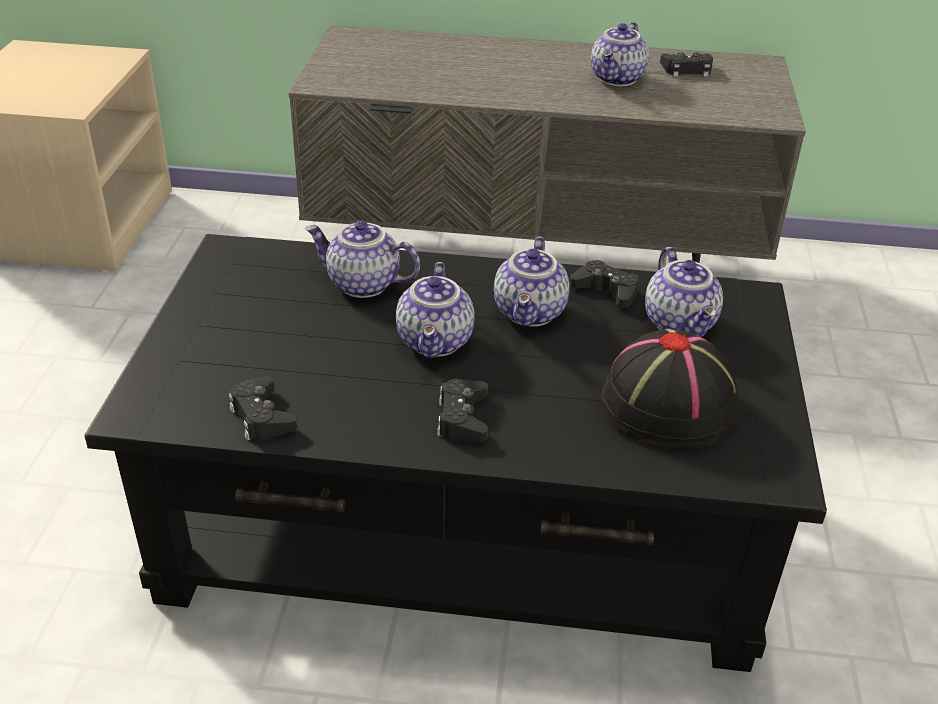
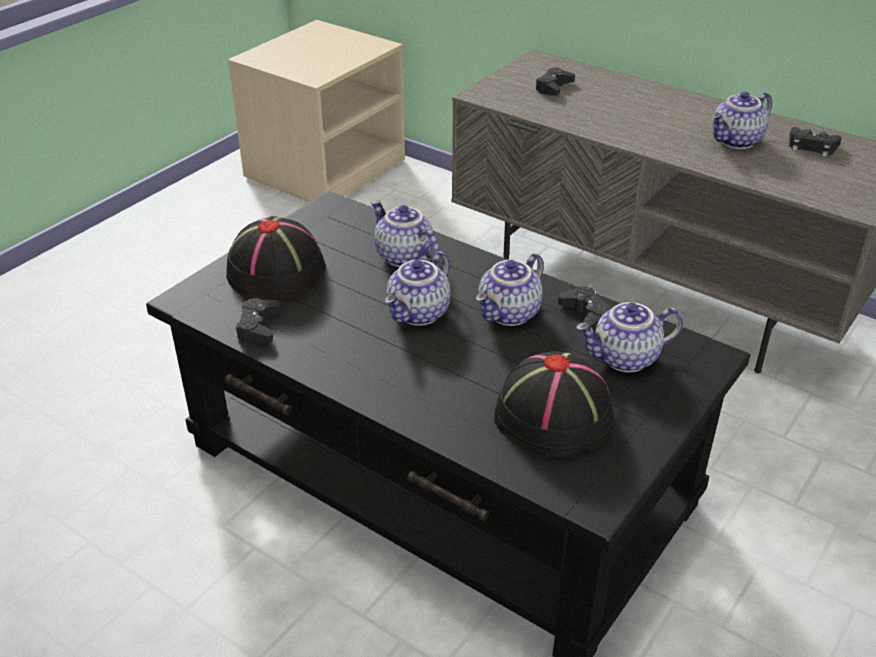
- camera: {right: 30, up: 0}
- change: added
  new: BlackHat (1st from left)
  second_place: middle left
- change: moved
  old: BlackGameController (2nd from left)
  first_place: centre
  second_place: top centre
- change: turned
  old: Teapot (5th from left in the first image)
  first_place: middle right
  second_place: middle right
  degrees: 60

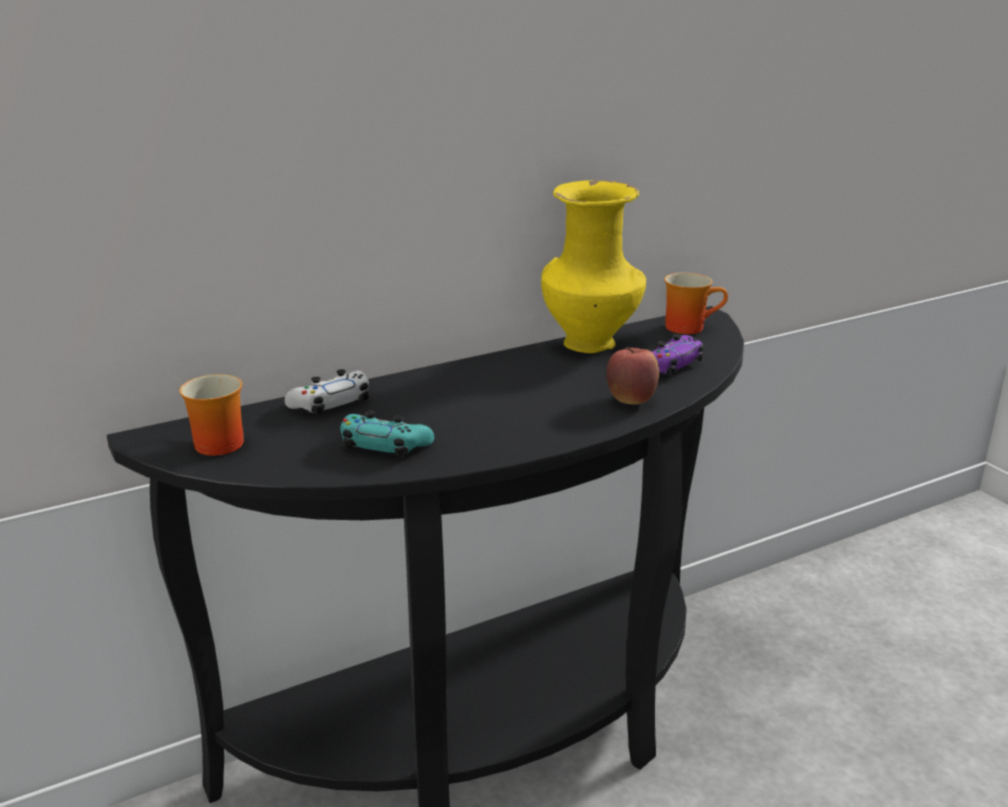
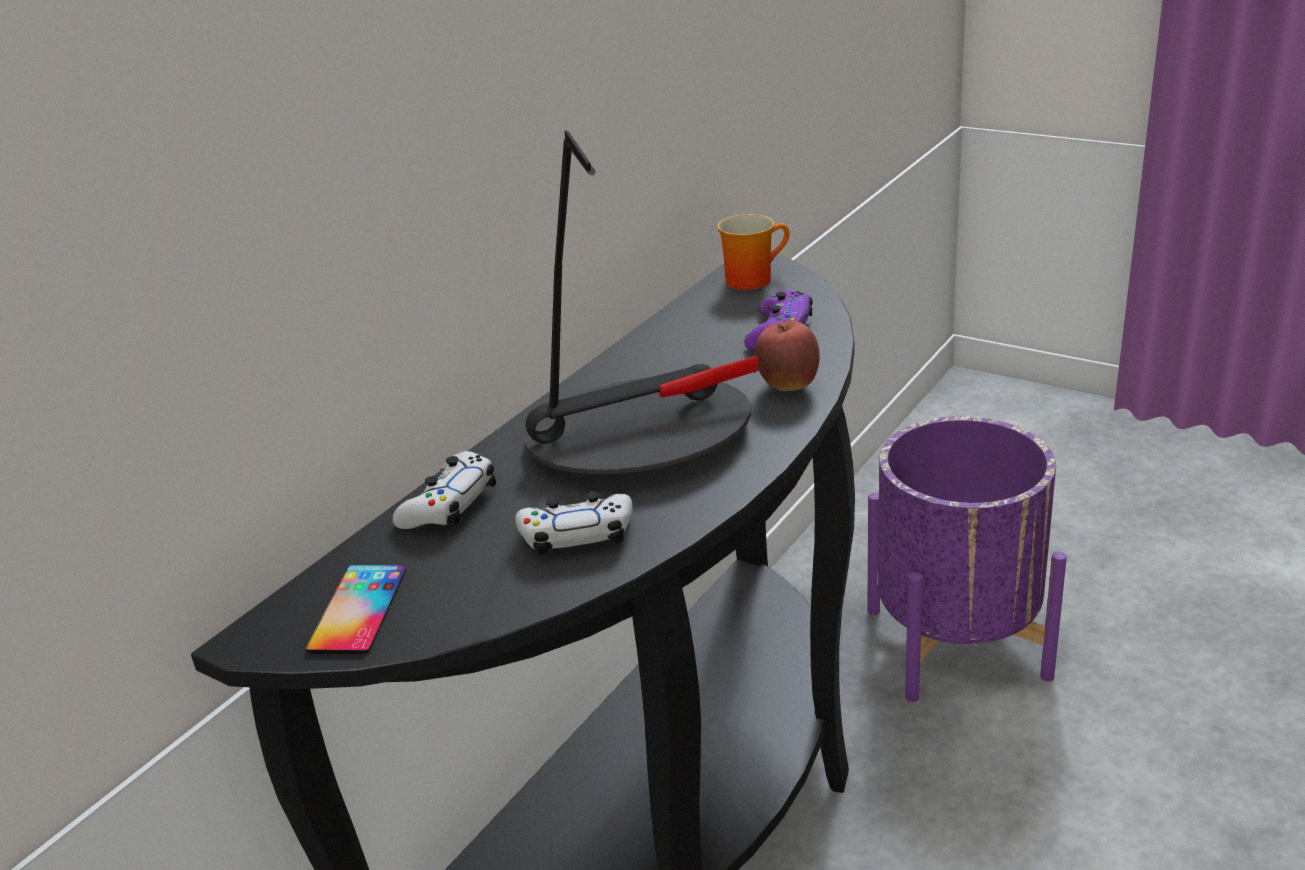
- camera: {right: -25, up: 5}
- change: replaced
  old: Mug (1st from left)
  new: Phone
  first_place: middle left
  second_place: bottom left
- change: recoloured
  old: TurquoiseGameController
  new: WhiteGameController (2nd from left)
  first_place: centre
  second_place: centre
- change: added
  new: TableLamp
  second_place: centre
- change: added
  new: PurplePlanter
  second_place: middle right
- change: removed
  old: YellowVase
  first_place: top centre

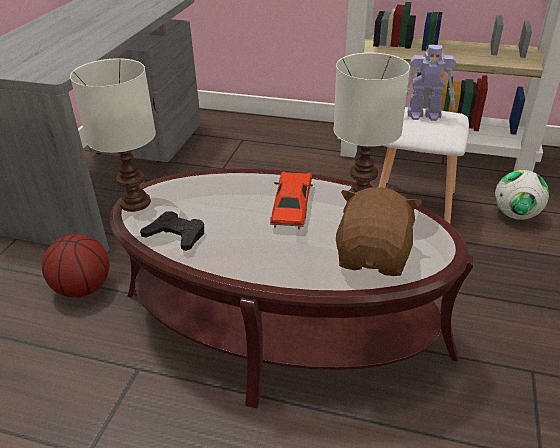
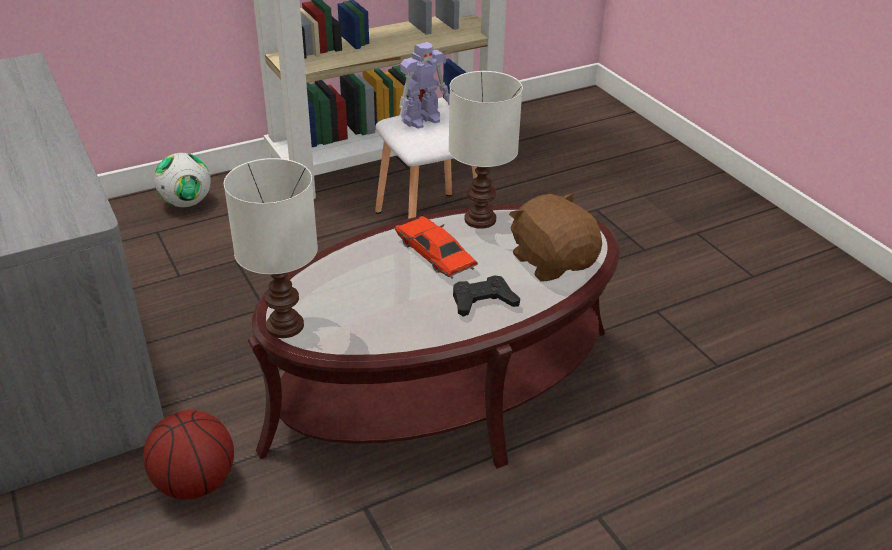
- camera: {right: -45, up: 0}
- change: moved
  old: Football
  first_place: middle right
  second_place: top left
- change: moved
  old: BlackGameController
  first_place: middle left
  second_place: centre

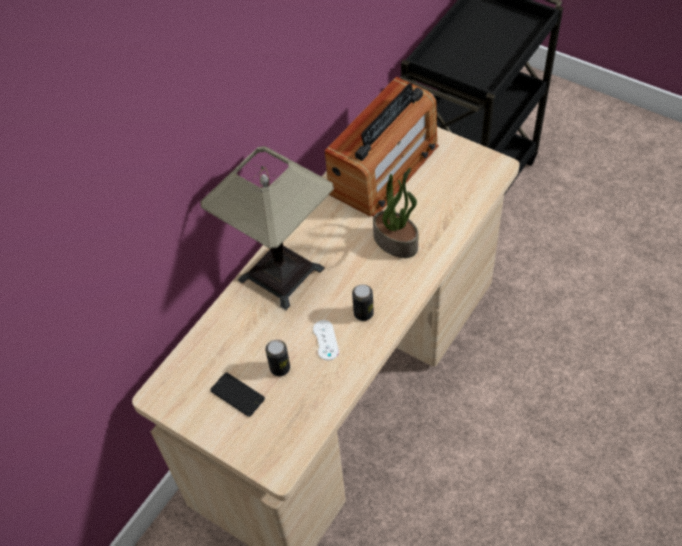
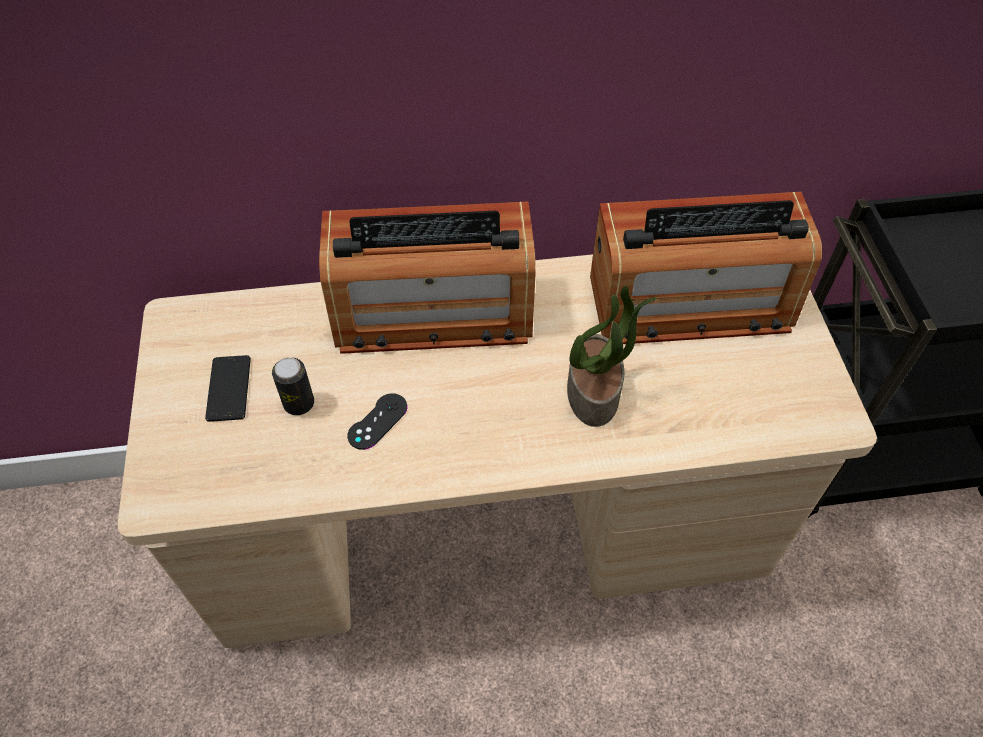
- camera: {right: 45, up: 0}
- change: replaced
  old: TableLamp
  new: Radio (1st from left)
  first_place: centre
  second_place: centre
- change: recoloured
  old: WhiteGameController
  new: BlackGameController
  first_place: centre
  second_place: centre
- change: removed
  old: Can (2nd from left)
  first_place: centre

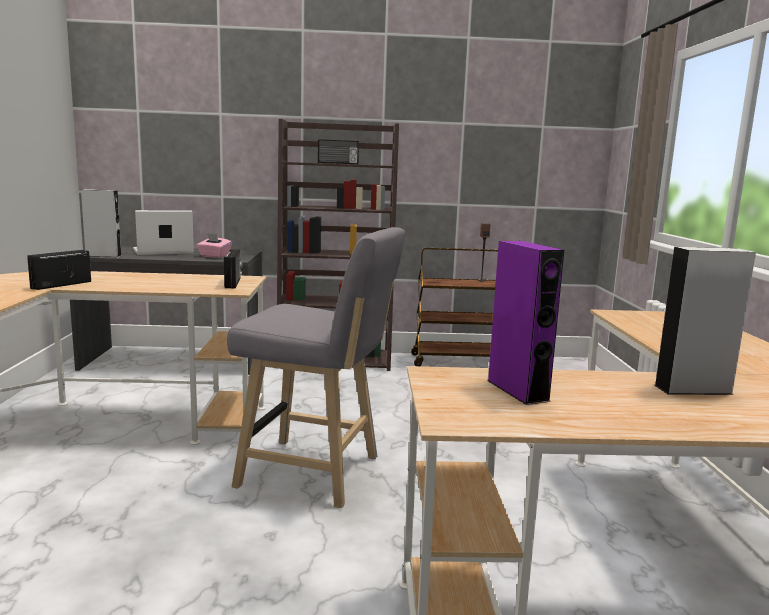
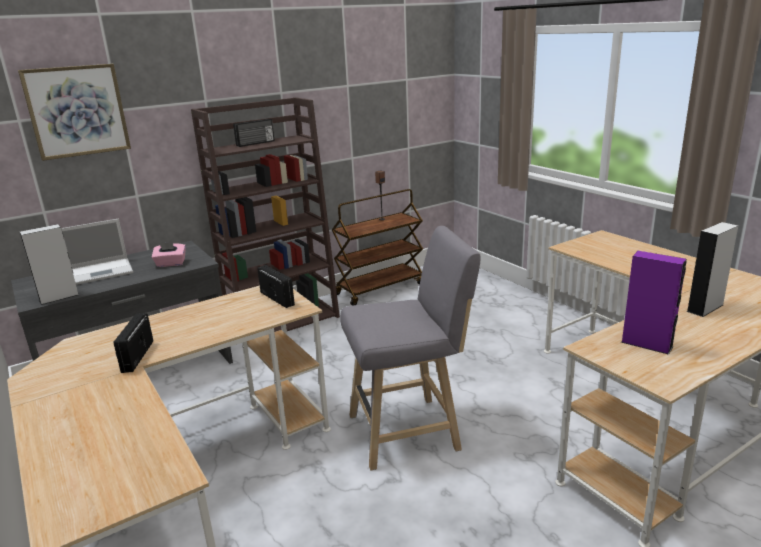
- camera: {right: -30, up: 10}
- change: added
  new: Picture
  second_place: top left
- change: turned
  old: Laptop
  first_place: middle left
  second_place: middle left
  degrees: -150

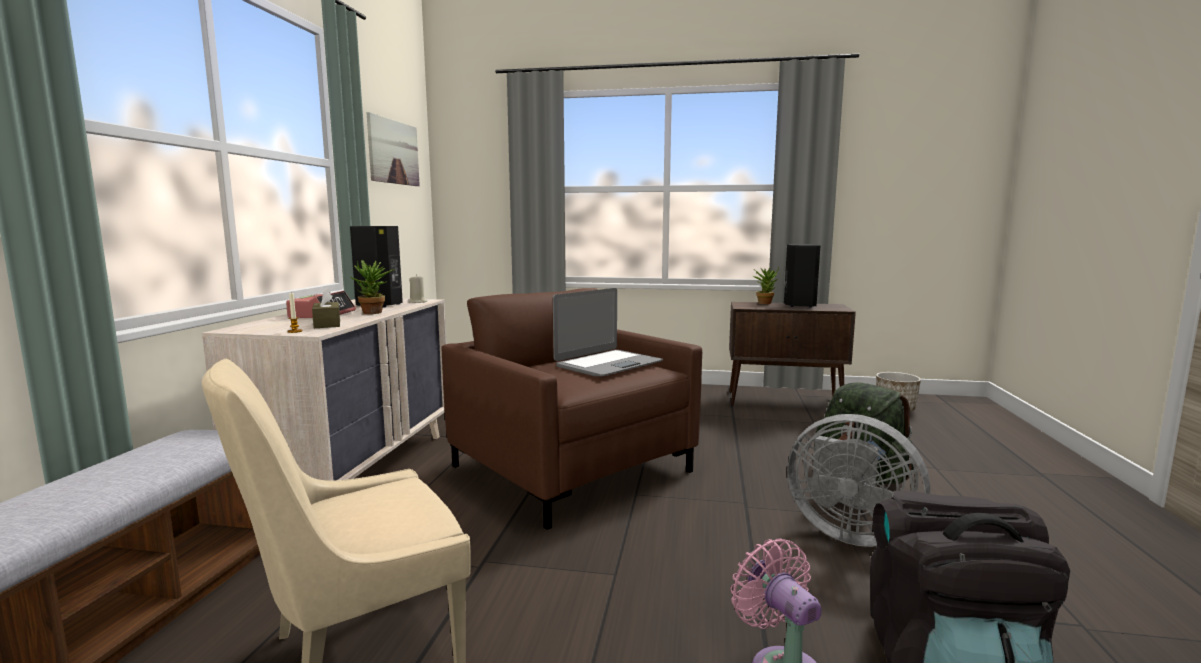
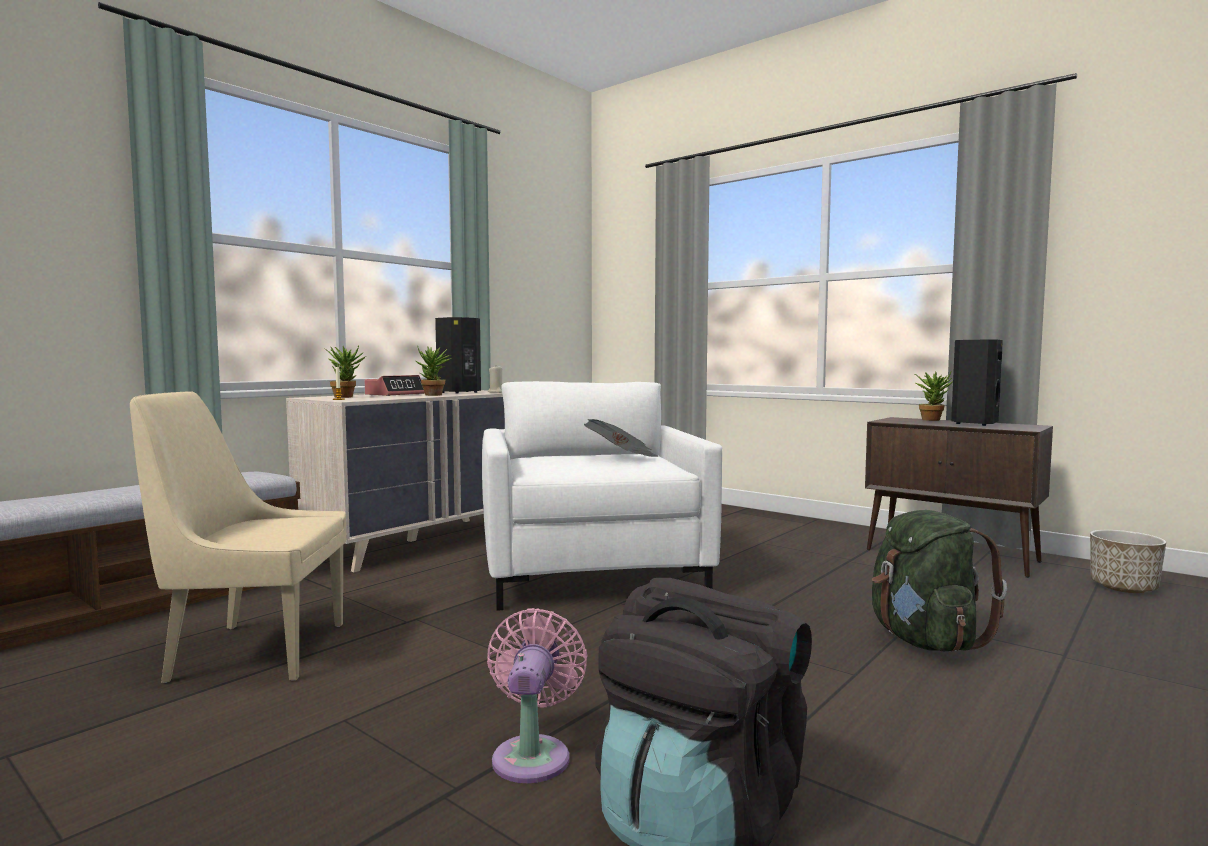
- camera: {right: 30, up: -5}
- change: added
  new: PottedPlant (1st from left)
  second_place: middle left
- change: recoloured
  old: BrownArmchair
  new: WhiteArmchair
  first_place: centre
  second_place: centre
- change: replaced
  old: Laptop
  new: Newspaper
  first_place: centre
  second_place: centre
- change: removed
  old: BrownTissueBox
  first_place: middle left
- change: removed
  old: Picture
  first_place: top left
- change: removed
  old: GreyFan
  first_place: bottom right

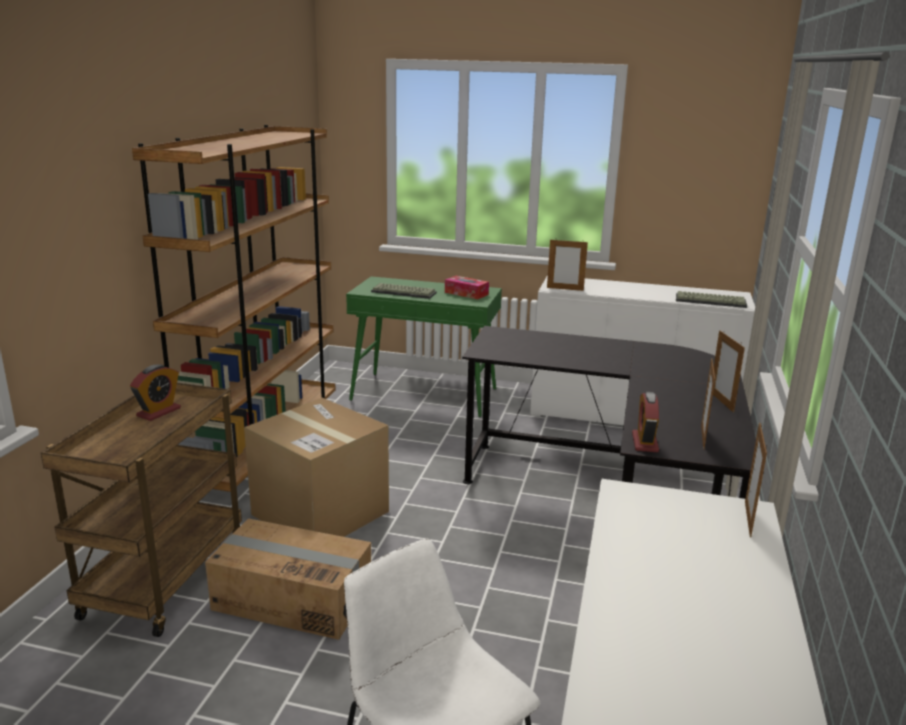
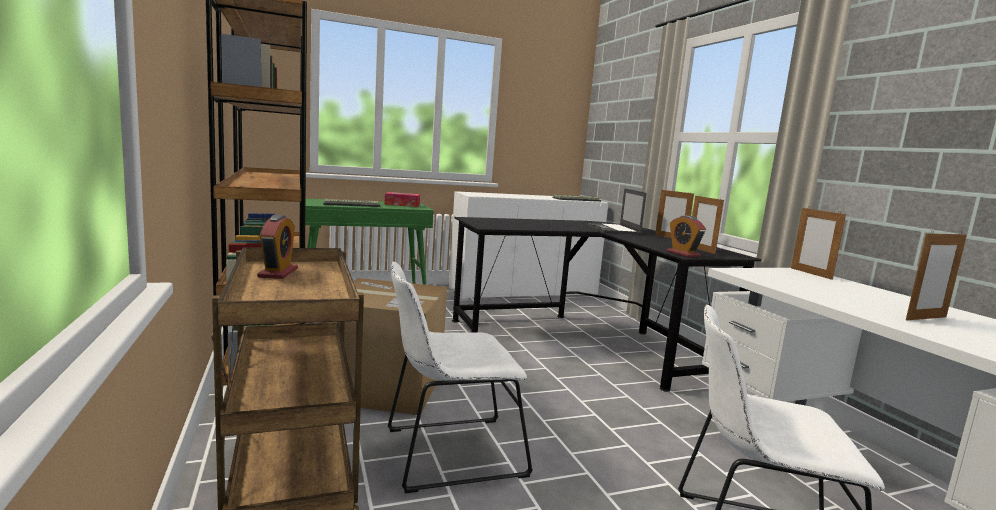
- camera: {right: -35, up: -10}
- change: replaced
  old: CardboardBox (1st from left)
  new: WhiteChair (1st from left)
  first_place: bottom left
  second_place: bottom centre
- change: added
  new: Laptop
  second_place: centre
- change: moved
  old: PictureFrame (1st from left in the first image)
  new: PictureFrame (4th from left)
  first_place: centre
  second_place: middle right

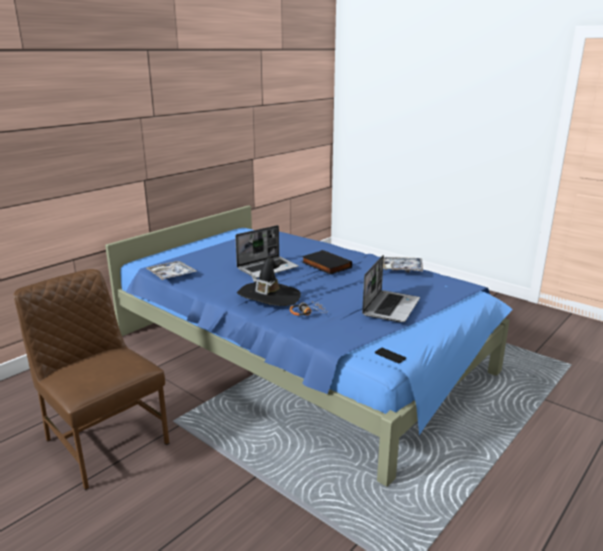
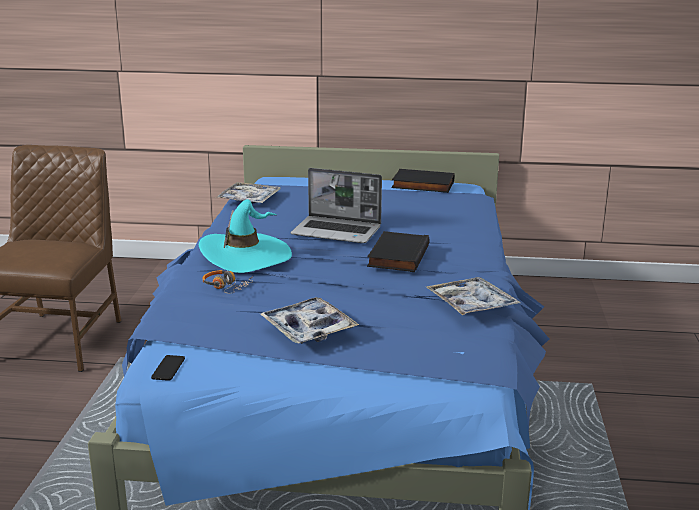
- camera: {right: 55, up: 0}
- change: recoloured
  old: BlackHat
  new: TurquoiseHat
  first_place: centre
  second_place: centre
- change: replaced
  old: Laptop (2nd from left)
  new: Tray (2nd from left)
  first_place: centre
  second_place: centre
- change: added
  new: BlackBook (2nd from left)
  second_place: centre

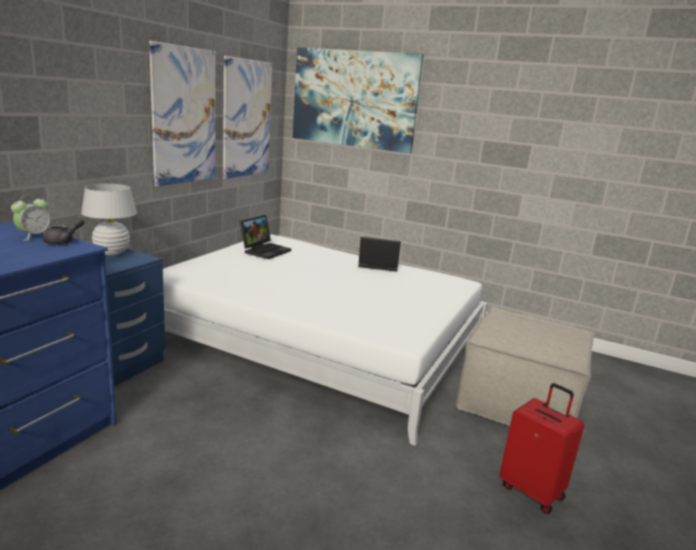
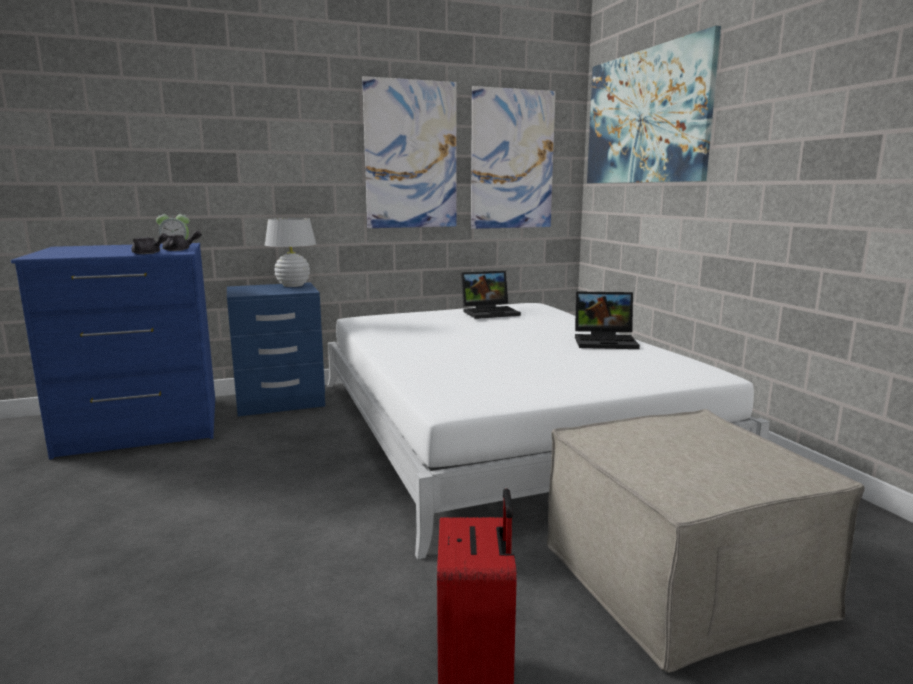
- camera: {right: 45, up: -5}
- change: added
  new: GreyTeapot (1st from left)
  second_place: middle left
- change: turned
  old: Laptop (2nd from left)
  first_place: centre
  second_place: centre
  degrees: 135

